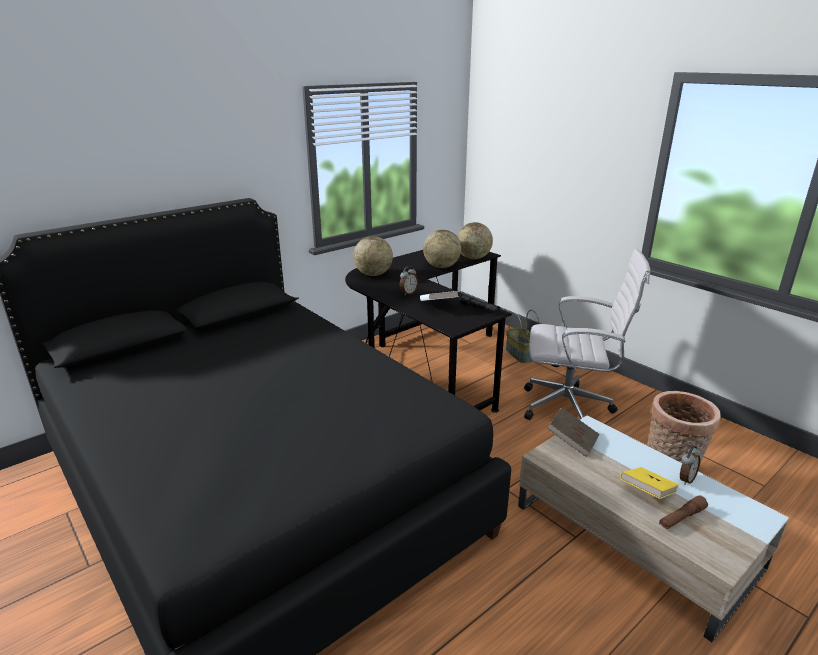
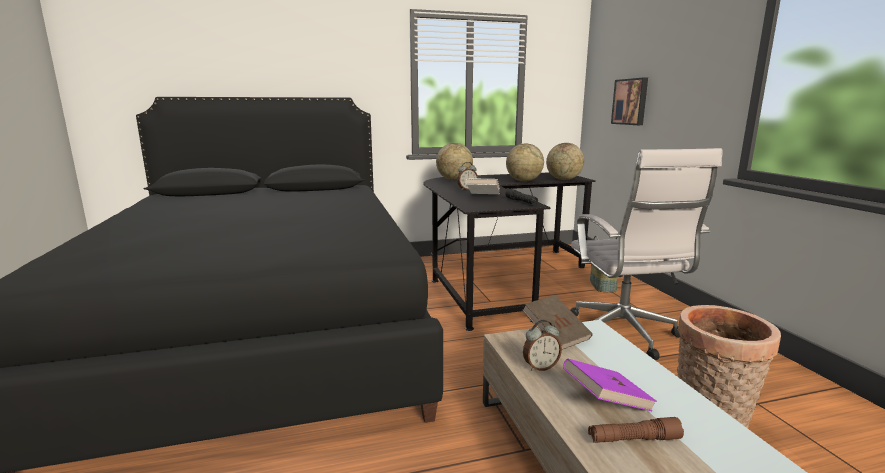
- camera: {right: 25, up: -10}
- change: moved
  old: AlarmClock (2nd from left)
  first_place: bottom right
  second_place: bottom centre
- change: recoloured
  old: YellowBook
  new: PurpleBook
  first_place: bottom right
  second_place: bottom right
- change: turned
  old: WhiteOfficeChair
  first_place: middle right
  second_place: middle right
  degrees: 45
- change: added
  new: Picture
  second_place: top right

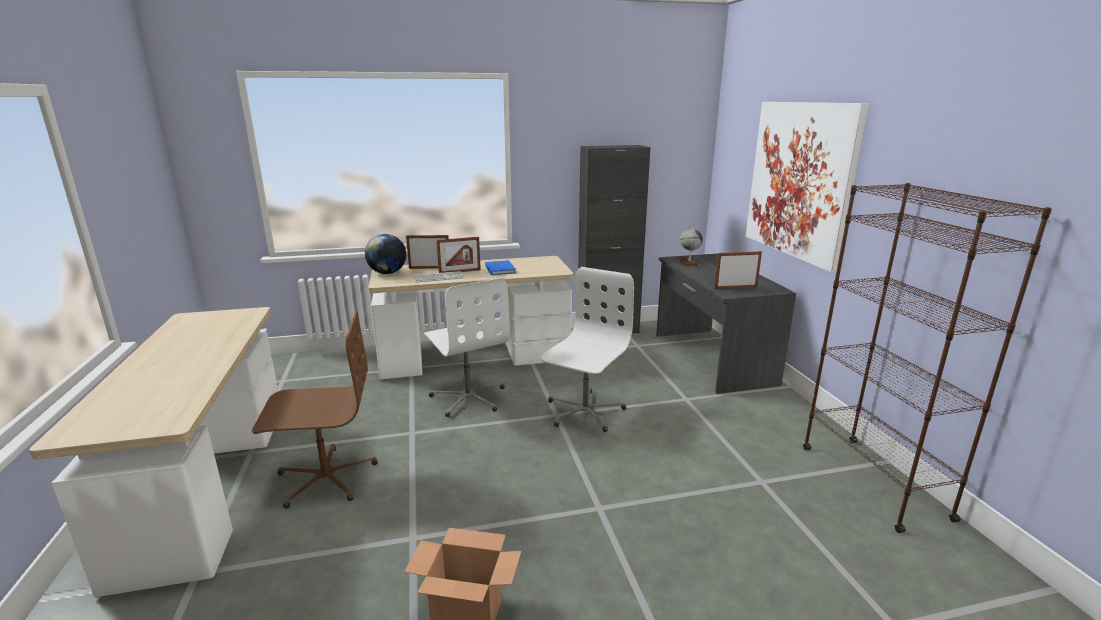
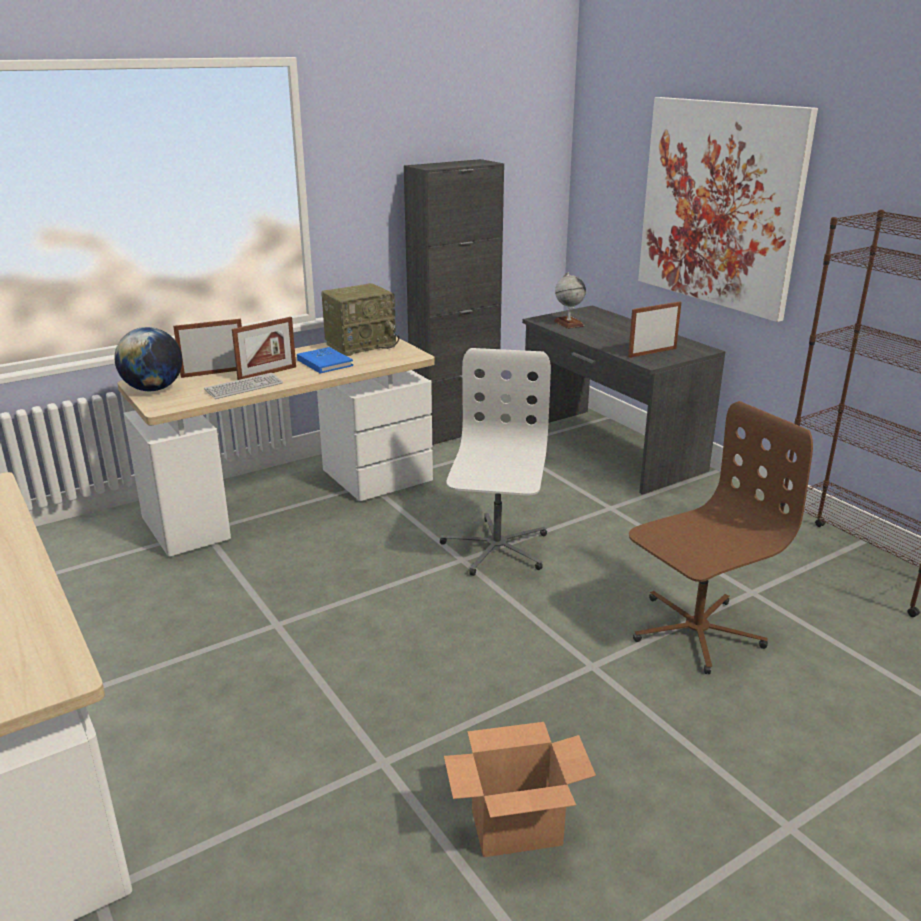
- camera: {right: -20, up: 5}
- change: added
  new: Radio
  second_place: centre
- change: moved
  old: BrownOfficeChair
  first_place: middle left
  second_place: middle right
- change: removed
  old: WhiteOfficeChair (1st from left)
  first_place: centre

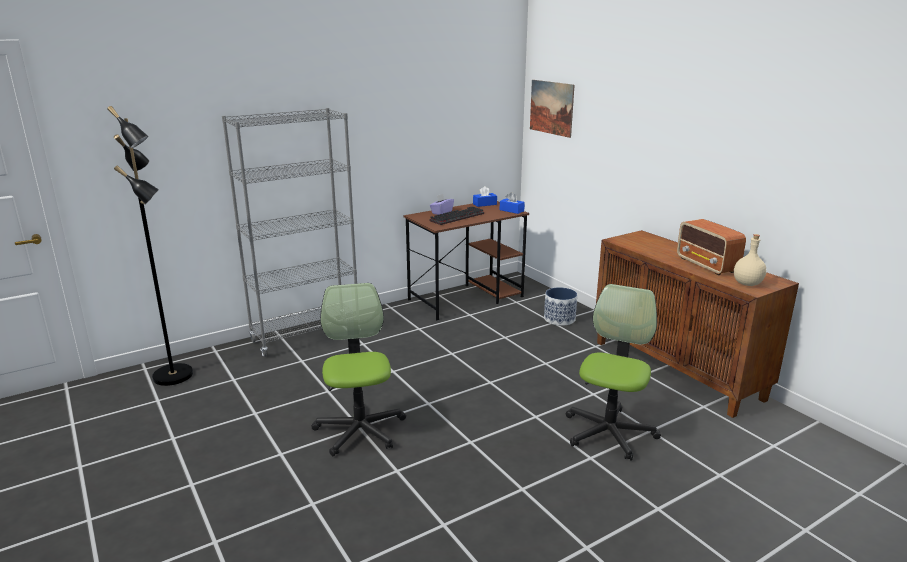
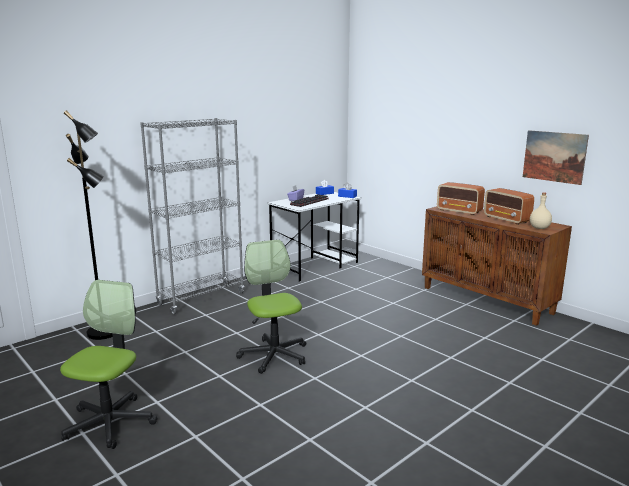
- camera: {right: -10, up: -5}
- change: moved
  old: OfficeChair (2nd from left in the first image)
  new: OfficeChair (1st from left)
  first_place: middle right
  second_place: bottom left
- change: recoloured
  old: BrownDesk
  new: WhiteDesk
  first_place: centre
  second_place: centre
- change: added
  new: Radio (1st from left)
  second_place: middle right
- change: moved
  old: Picture
  first_place: top centre
  second_place: top right
- change: removed
  old: Planter
  first_place: centre

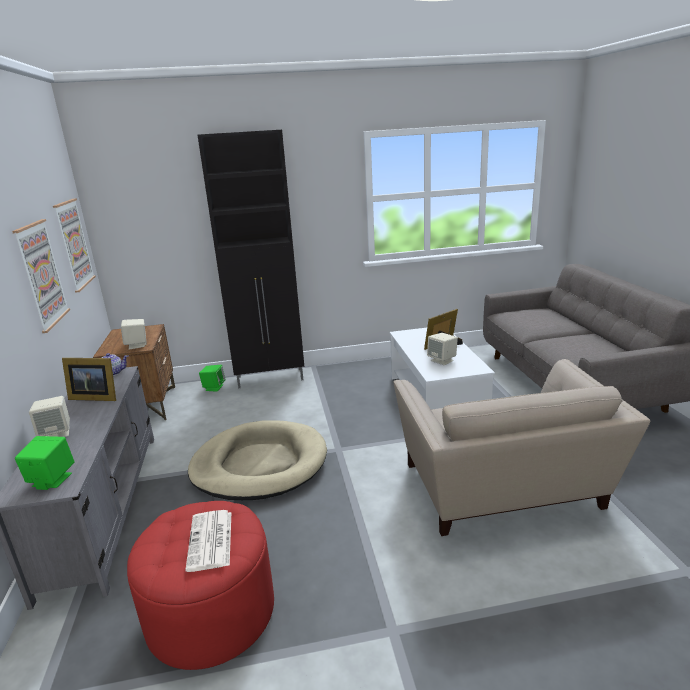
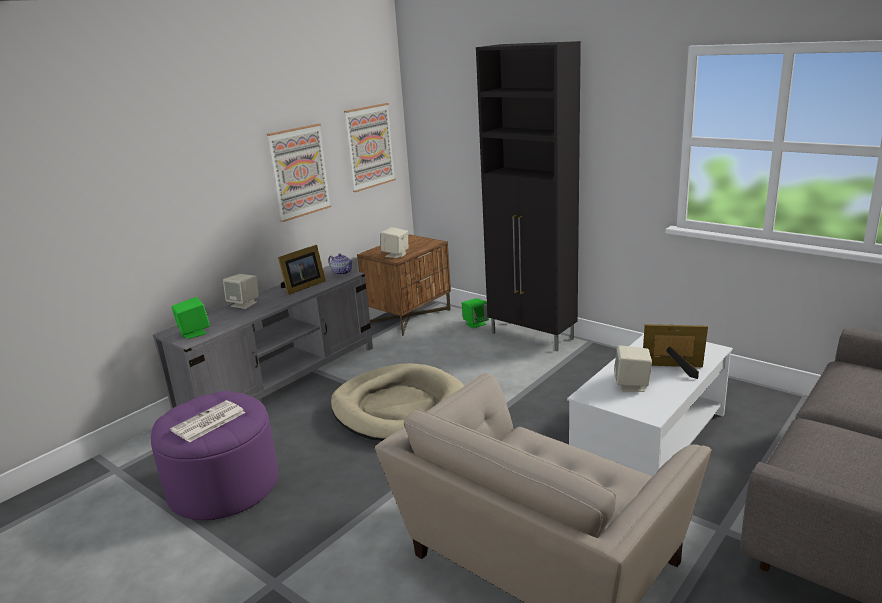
- camera: {right: 50, up: 0}
- change: recoloured
  old: RedOttoman
  new: PurpleOttoman
  first_place: bottom left
  second_place: bottom left
- change: turned
  old: PictureFrame (1st from left)
  first_place: middle left
  second_place: centre
  degrees: -105

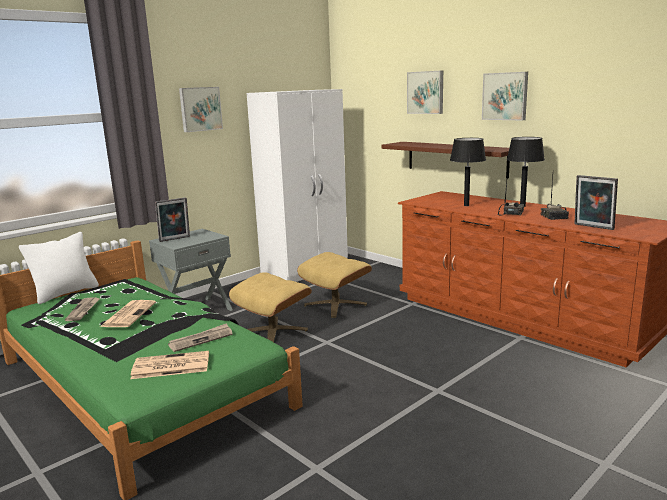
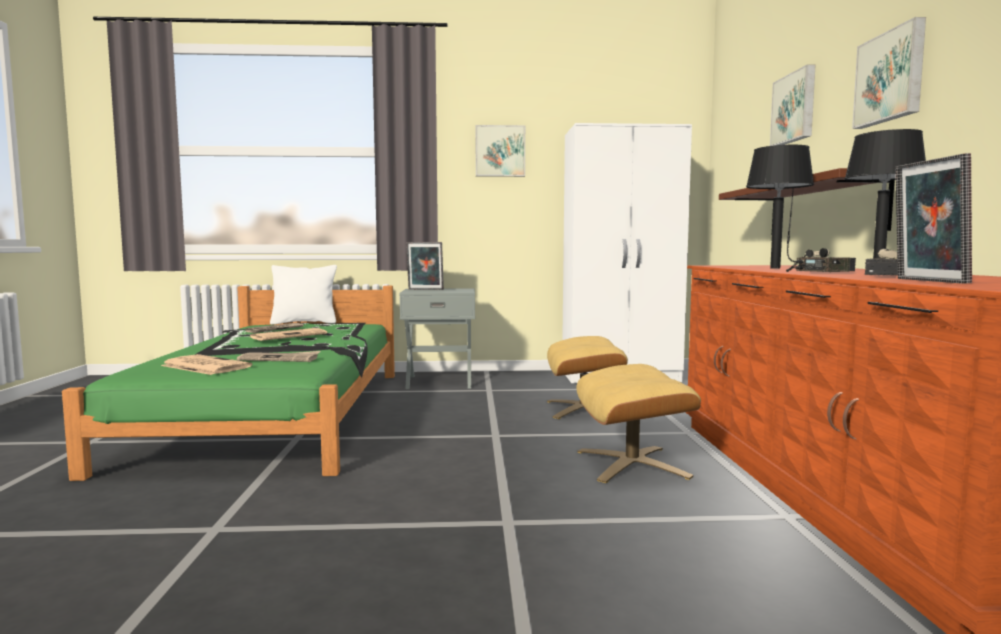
- camera: {right: 40, up: -10}
- change: moved
  old: BeigeOttoman (1st from left in the first image)
  new: BeigeOttoman (2nd from left)
  first_place: centre
  second_place: bottom centre

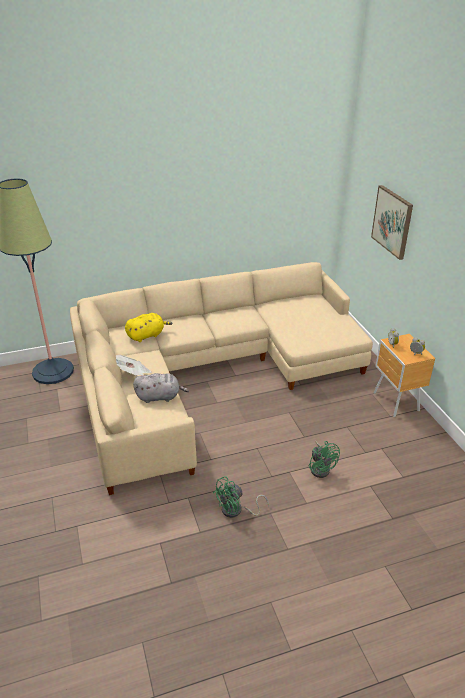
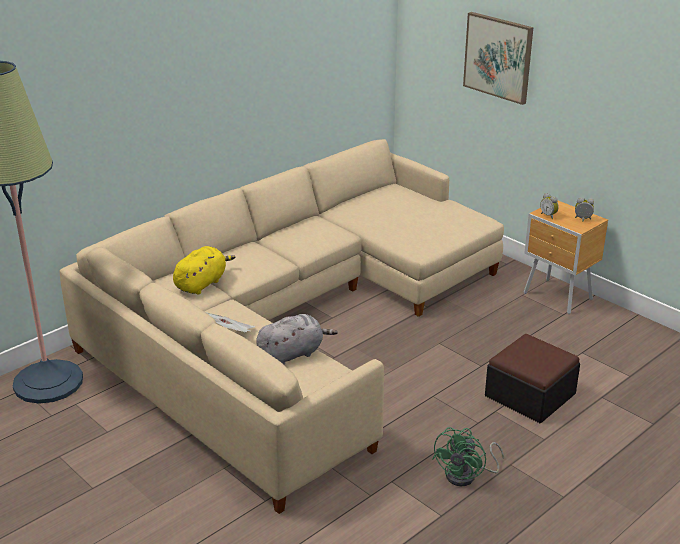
- camera: {right: -25, up: -5}
- change: replaced
  old: GreenFan (2nd from left)
  new: Ottoman
  first_place: middle right
  second_place: bottom right

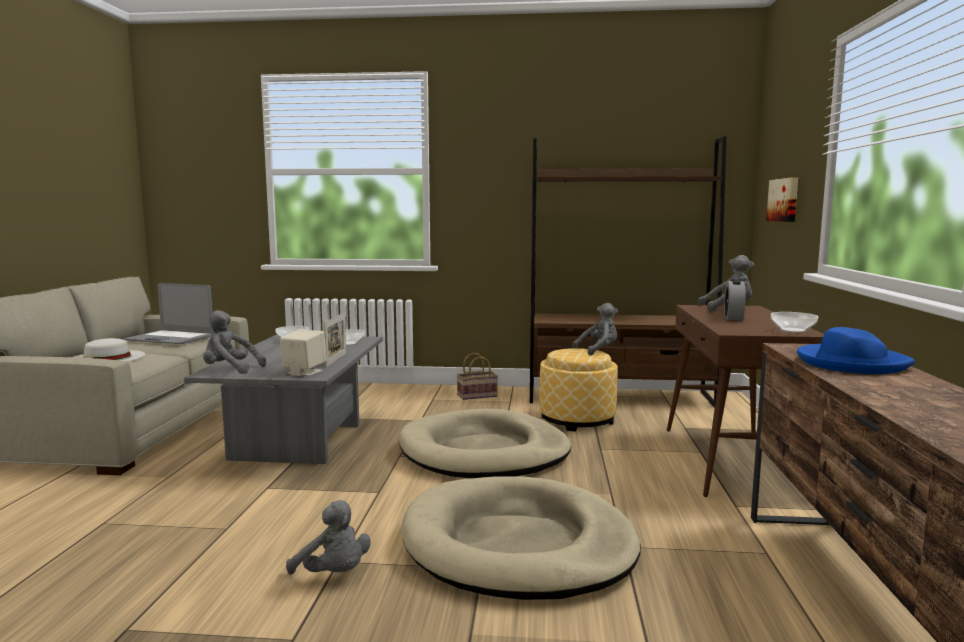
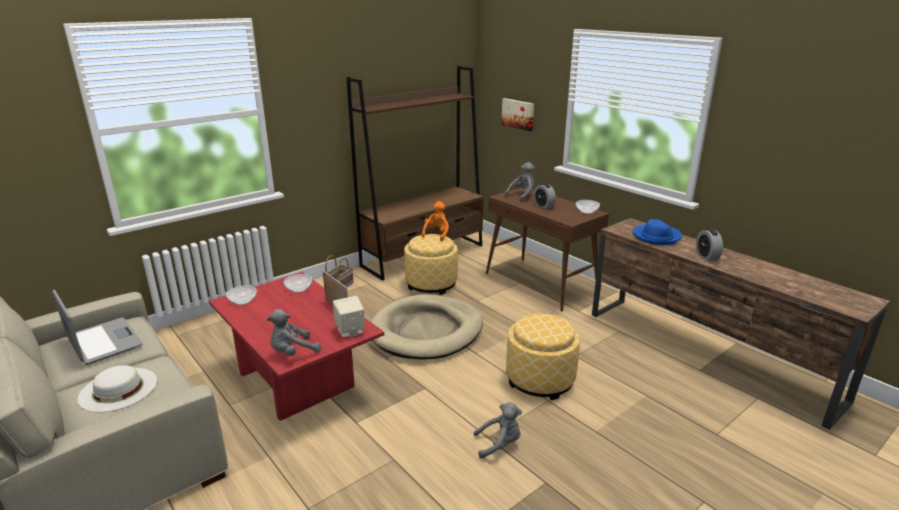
- camera: {right: -45, up: 15}
- change: turned
  old: Laptop
  first_place: middle left
  second_place: middle left
  degrees: -105
- change: recoloured
  old: GreyCoffeeTable
  new: RedCoffeeTable
  first_place: middle left
  second_place: bottom left
- change: recoloured
  old: GreyPlushToy (3rd from left)
  new: OrangePlushToy
  first_place: centre
  second_place: centre
- change: replaced
  old: BeigeDogBed (2nd from left)
  new: Ottoman (2nd from left)
  first_place: bottom centre
  second_place: bottom centre
- change: added
  new: AlarmClock (2nd from left)
  second_place: middle right

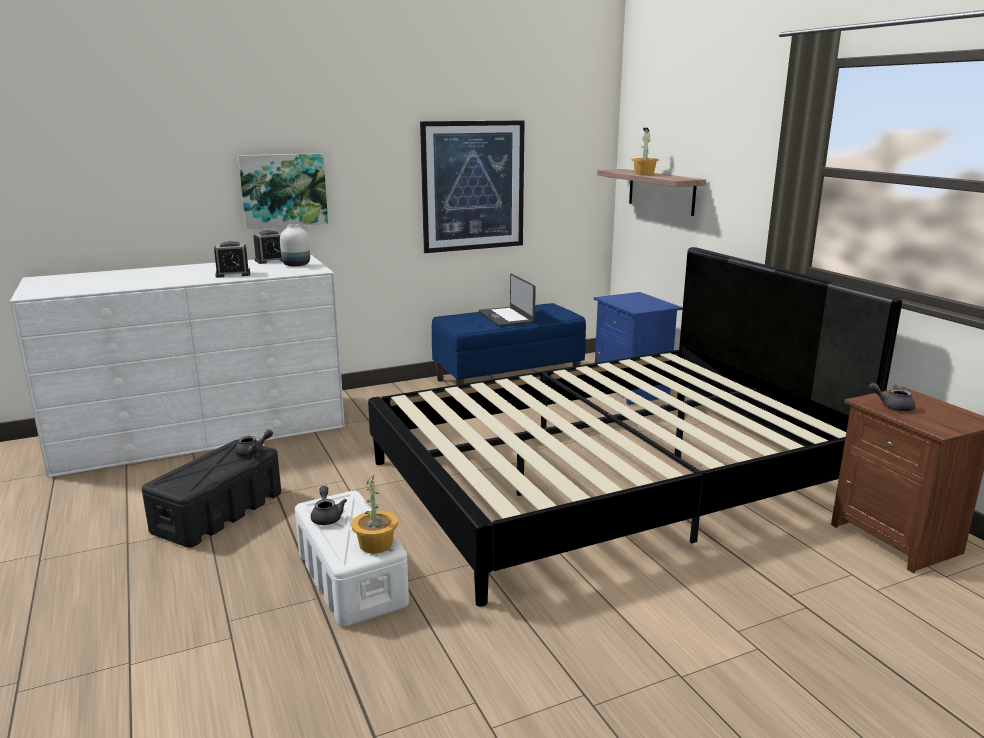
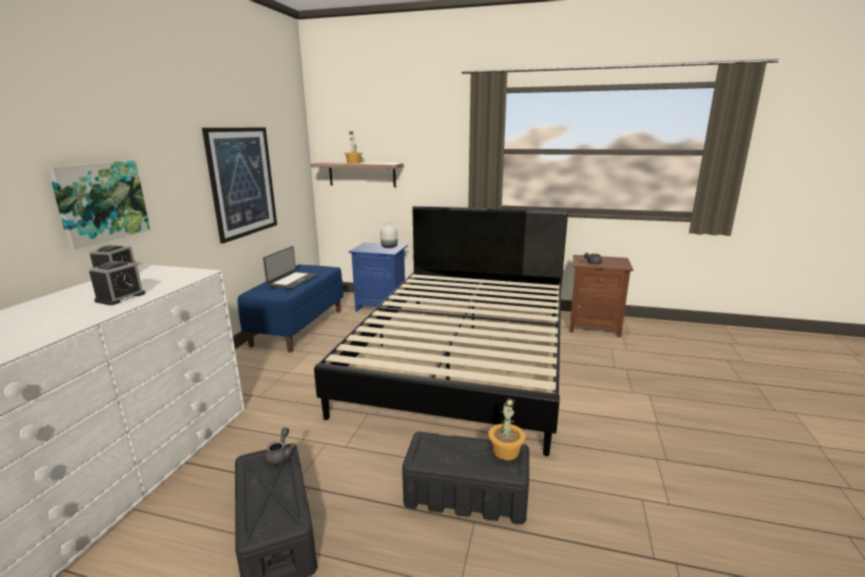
- camera: {right: -50, up: 0}
- change: turned
  old: Laptop
  first_place: centre
  second_place: centre
  degrees: -90
- change: moved
  old: WhiteVase
  first_place: top left
  second_place: centre
- change: recoloured
  old: WhiteStorageBox
  new: BlackStorageBox (2nd from left)
  first_place: bottom centre
  second_place: bottom centre
- change: removed
  old: GreyTeapot (2nd from left)
  first_place: bottom centre

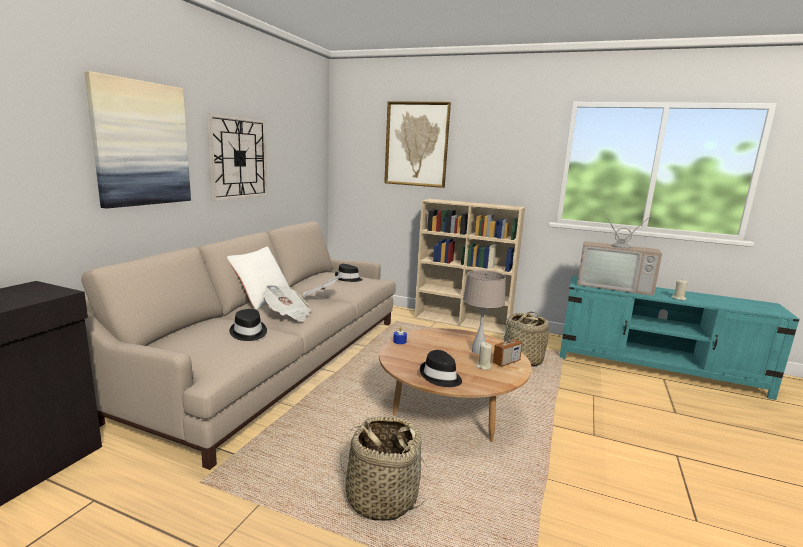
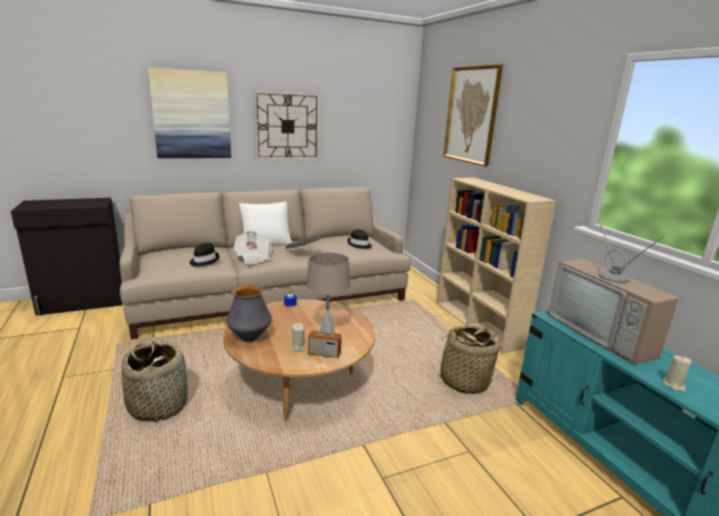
- camera: {right: 45, up: 5}
- change: replaced
  old: BlackHat (3rd from left)
  new: Vase
  first_place: bottom centre
  second_place: centre

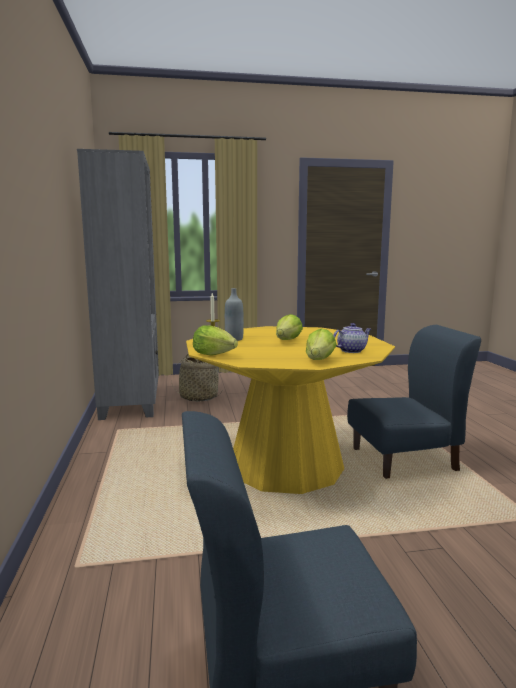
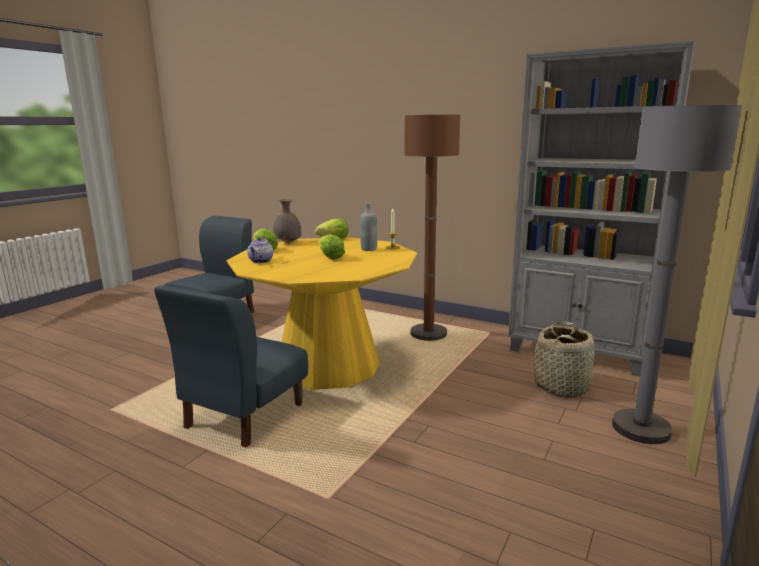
- camera: {right: 130, up: 5}
- change: added
  new: GreyVase
  second_place: centre
- change: added
  new: BrownFloorLamp
  second_place: centre
- change: added
  new: GreyFloorLamp
  second_place: middle right

